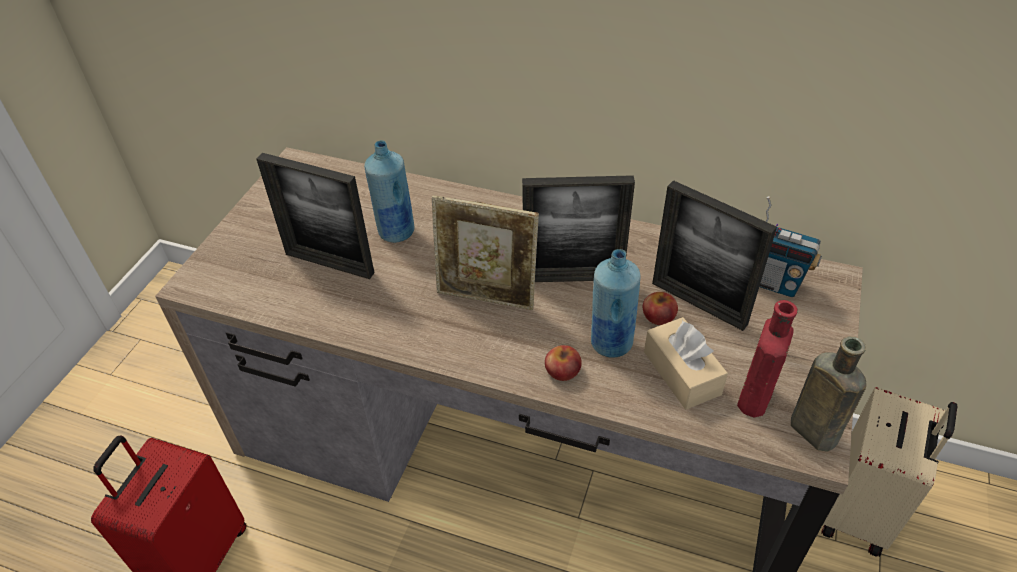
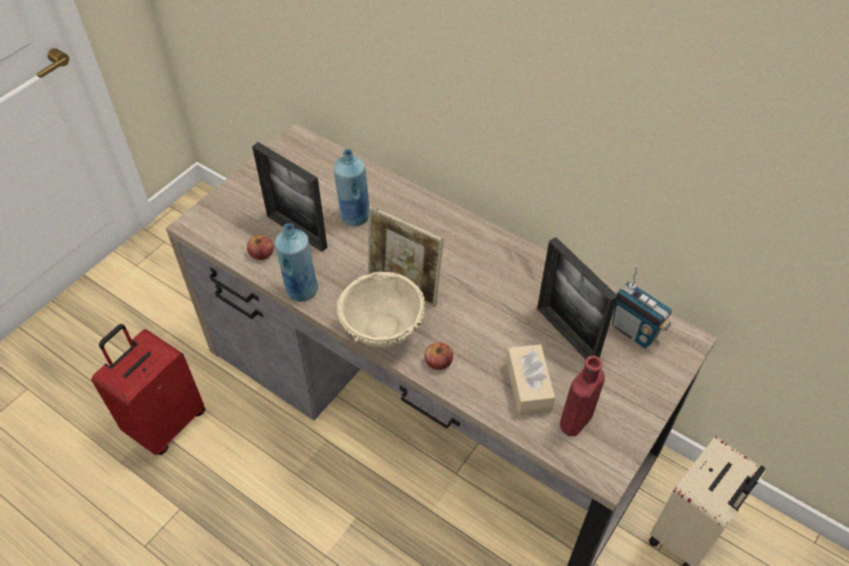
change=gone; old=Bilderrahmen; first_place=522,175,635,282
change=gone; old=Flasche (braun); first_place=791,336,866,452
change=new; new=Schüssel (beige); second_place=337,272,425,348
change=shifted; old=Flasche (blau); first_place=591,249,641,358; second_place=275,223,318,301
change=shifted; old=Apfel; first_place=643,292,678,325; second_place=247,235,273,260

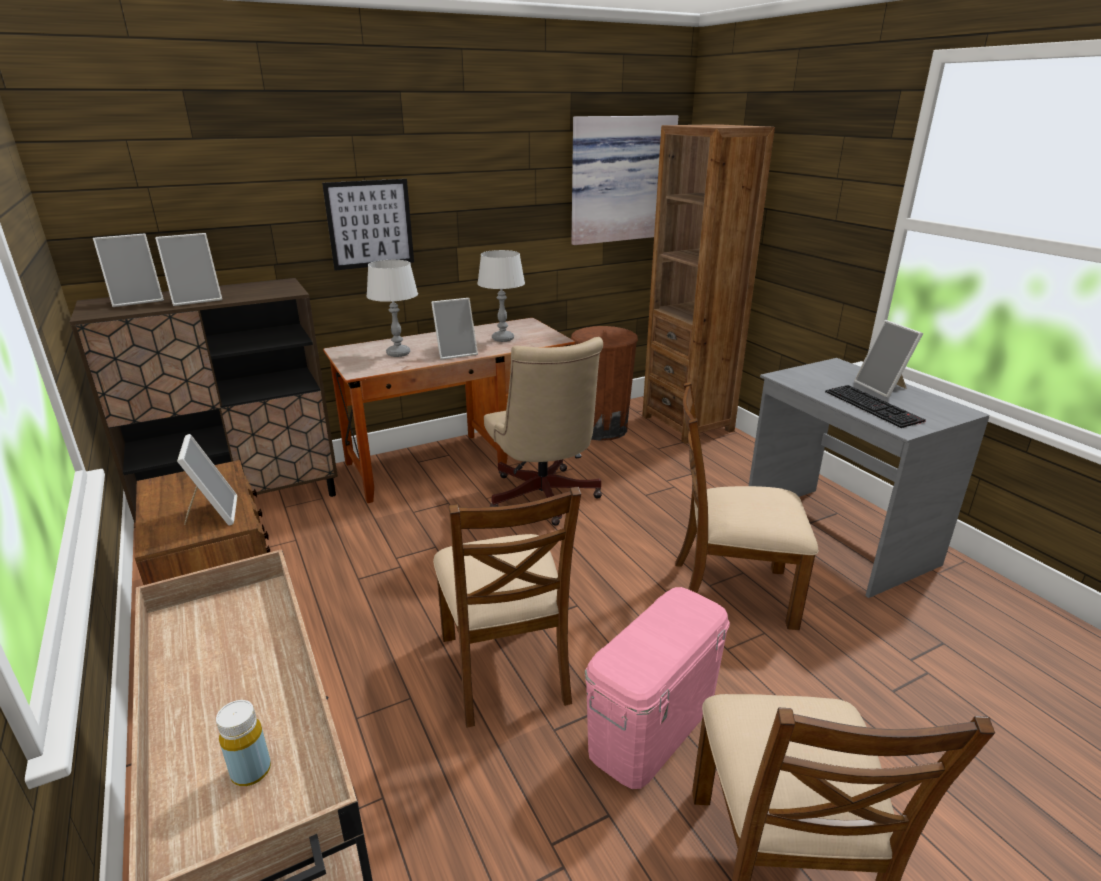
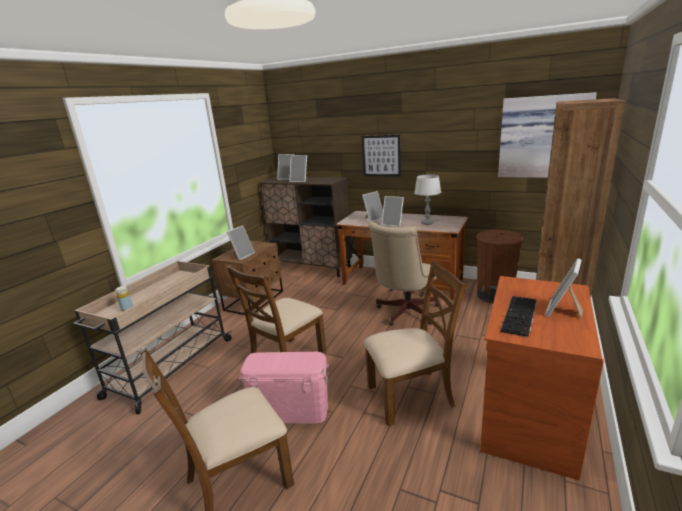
change=swapped; old=Tischlampe (grau); new=Bilderrahmen; first_place=366,260,418,357; second_place=362,191,383,222
change=repainted; old=Schreibtisch (grau); new=Schreibtisch (braun); first_place=749,358,989,598; second_place=480,276,604,481
change=rotated; old=Stuhl (braun); first_place=675,382,818,630; second_place=364,261,466,426; degrees=105

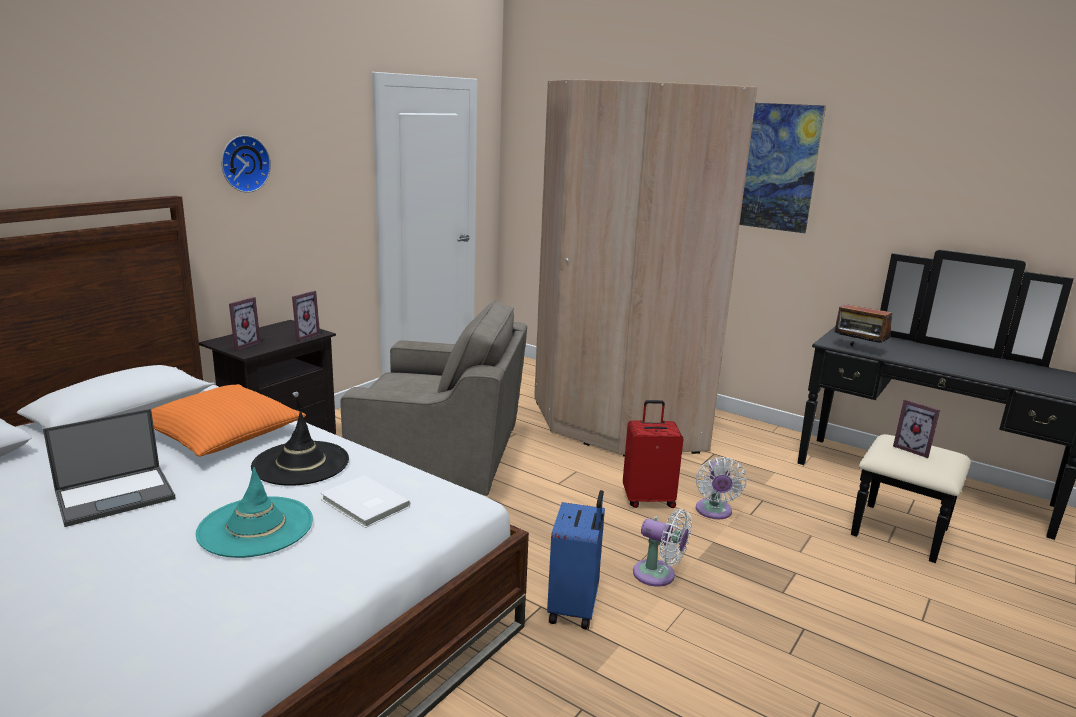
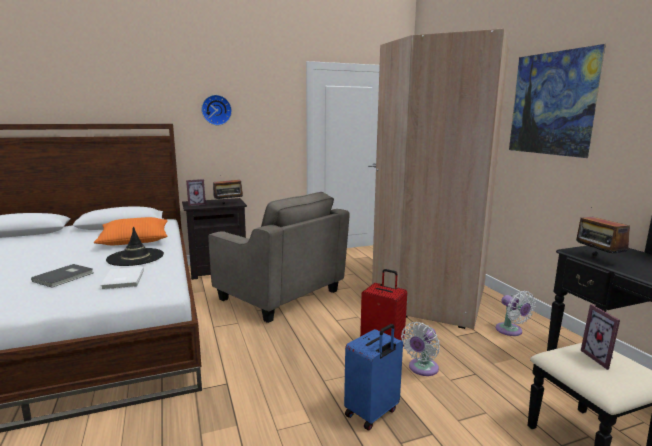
change=gone; old=Laptop; first_place=43,409,176,527
change=shifted; old=Koffer (blau); first_place=547,490,605,629; second_place=344,324,403,431
change=shifted; old=Ventilator (weiß); first_place=633,509,692,587; second_place=496,291,536,336
change=swapped; old=Hut (türkis); new=Buch (grau); first_place=196,467,313,558; second_place=31,264,93,287
change=swapped; old=Bilderrahmen; new=Radio; first_place=292,291,320,341; second_place=213,180,245,204

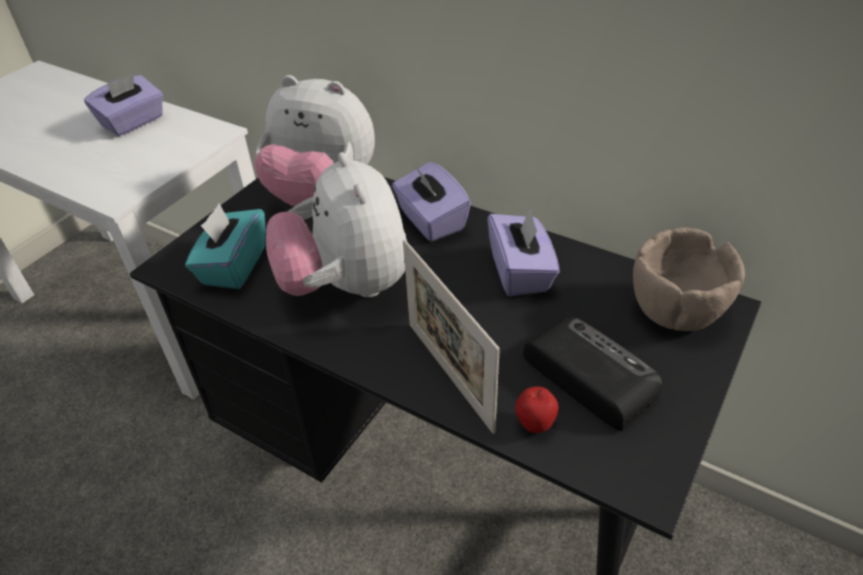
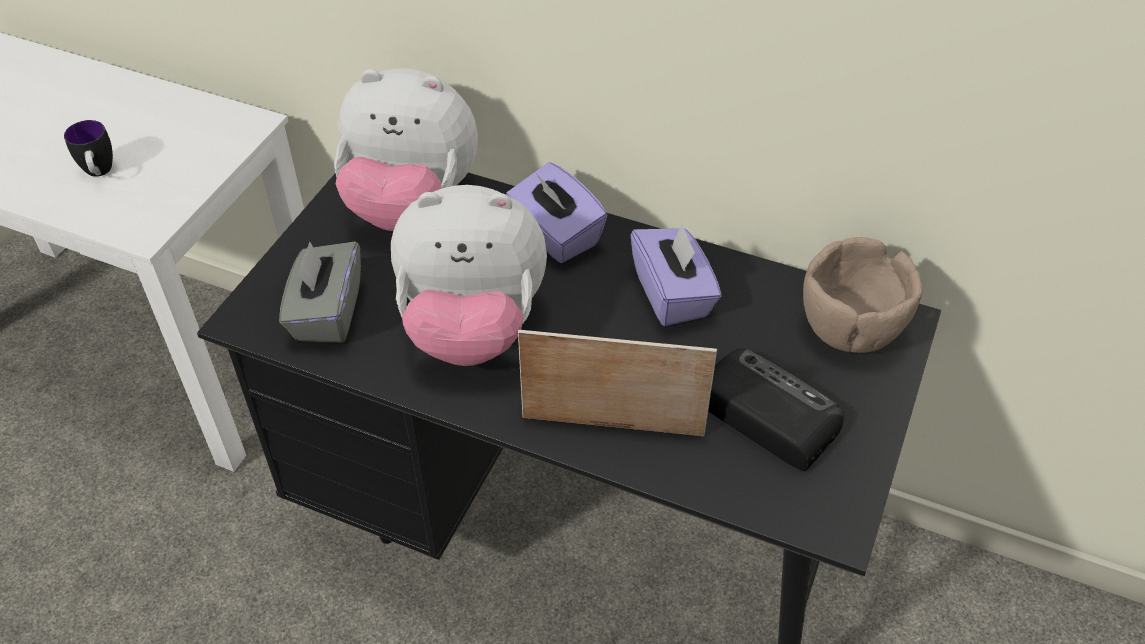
change=gone; old=Taschentuchbox (lila); first_place=84,74,163,136
change=gone; old=Apfel; first_place=515,387,559,433
change=new; new=Henkelbecher; second_place=64,120,113,177
change=repainted; old=Taschentuchbox (türkis); new=Taschentuchbox (grau); first_place=185,204,266,289; second_place=279,241,361,343
change=rotated; old=Plüschtier; first_place=266,152,407,298; second_place=391,185,547,366; degrees=-60
change=rotated; old=Bilderrahmen; first_place=403,240,500,434; second_place=518,330,717,436; degrees=135

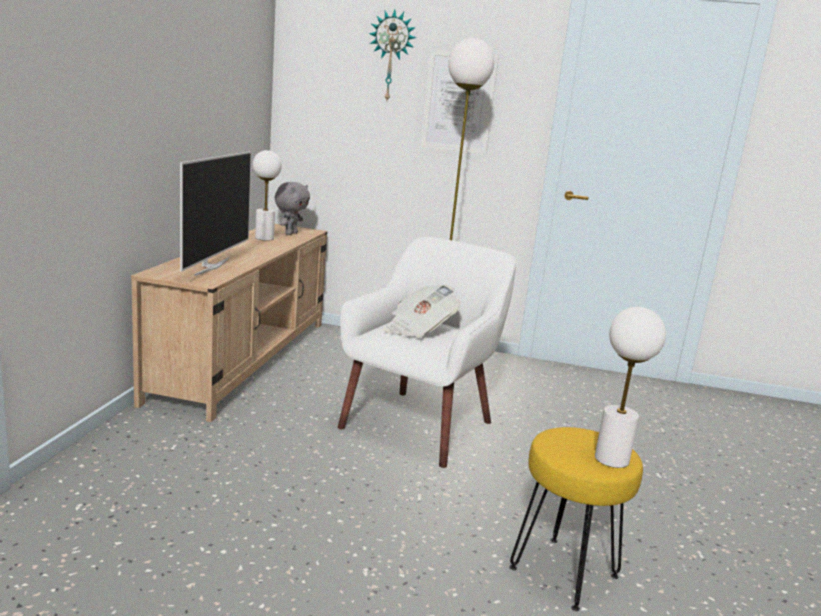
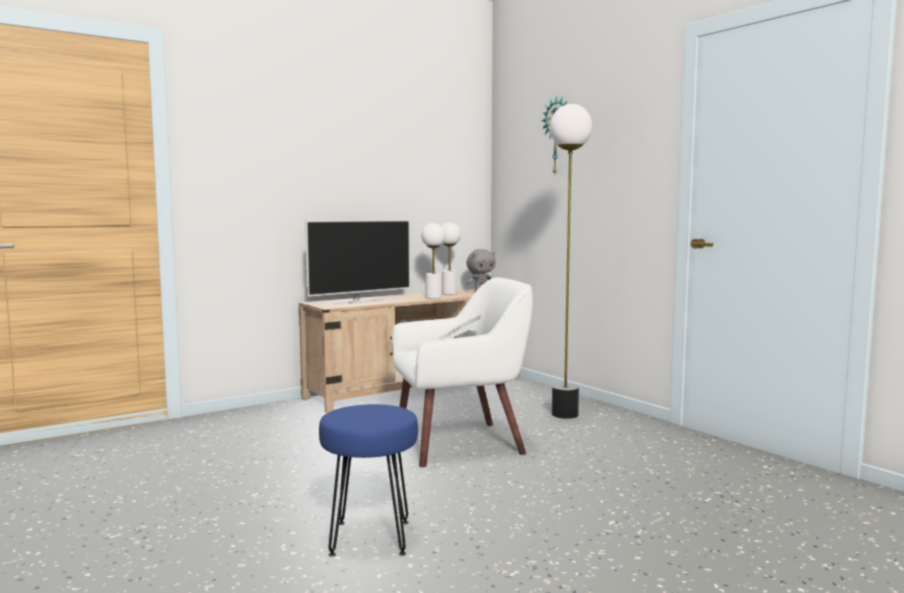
change=gone; old=Bild; first_place=421,49,499,154
change=shifted; old=Tischlampe (weiß); first_place=595,307,666,468; second_place=421,223,445,299
change=repainted; old=Hocker (gelb); new=Hocker (blau); first_place=509,427,643,611; second_place=319,404,418,557

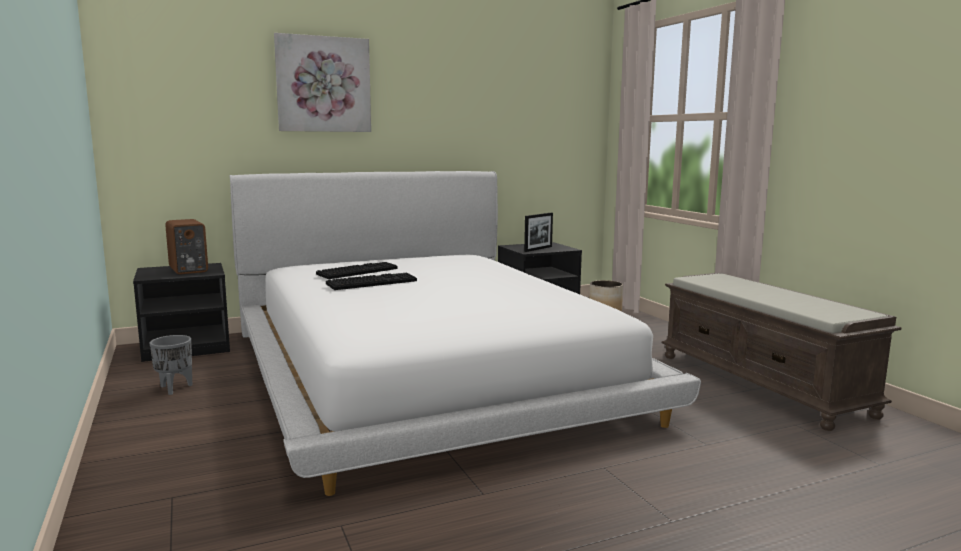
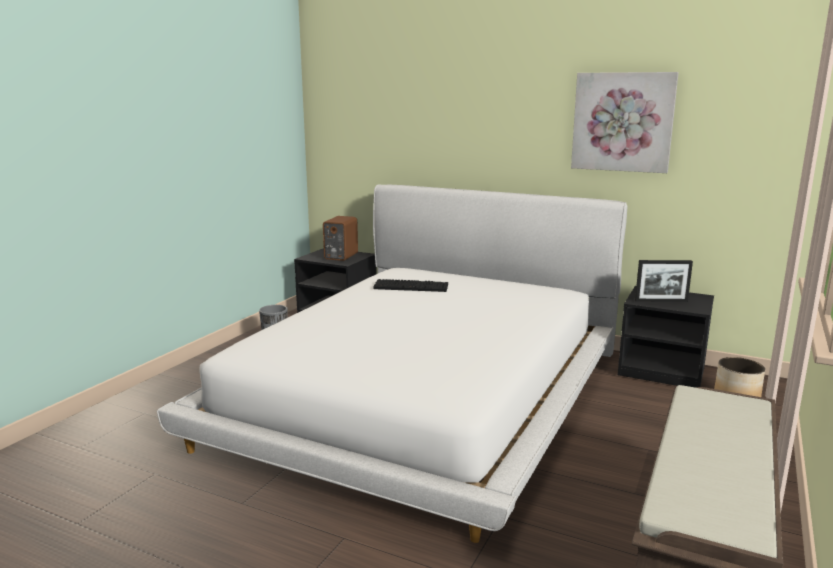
change=gone; old=Tastatur; first_place=326,273,417,290
change=shifted; old=Bild; first_place=274,33,371,132; second_place=571,72,679,173

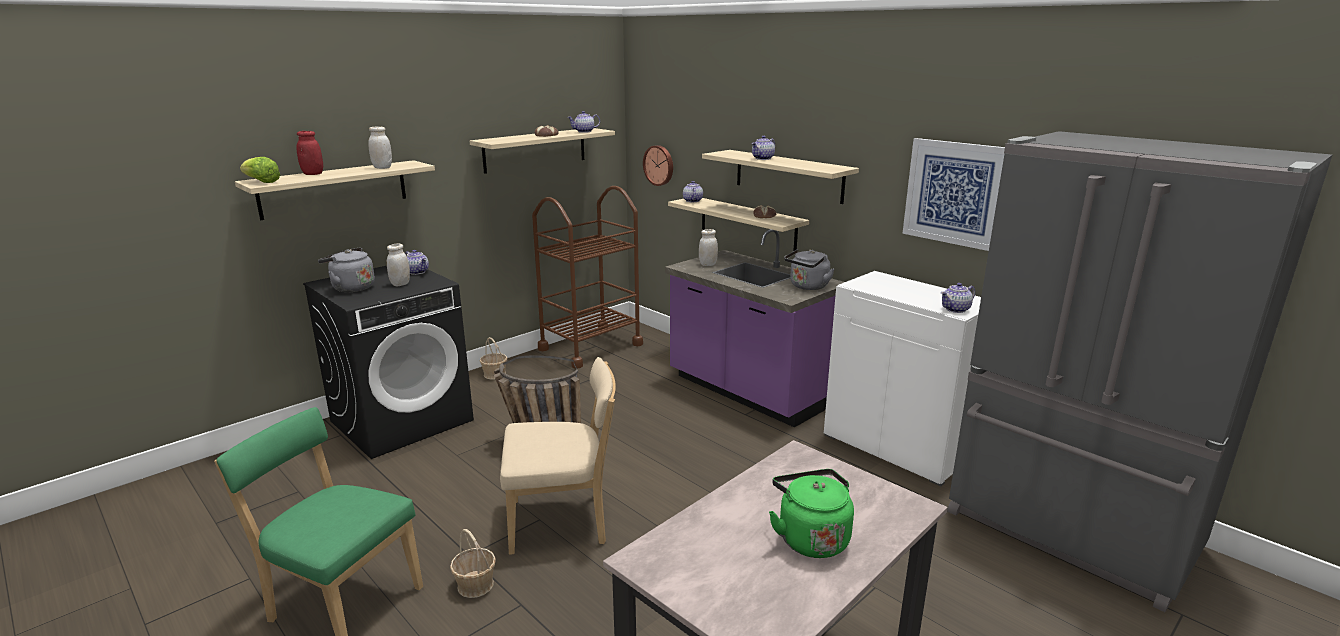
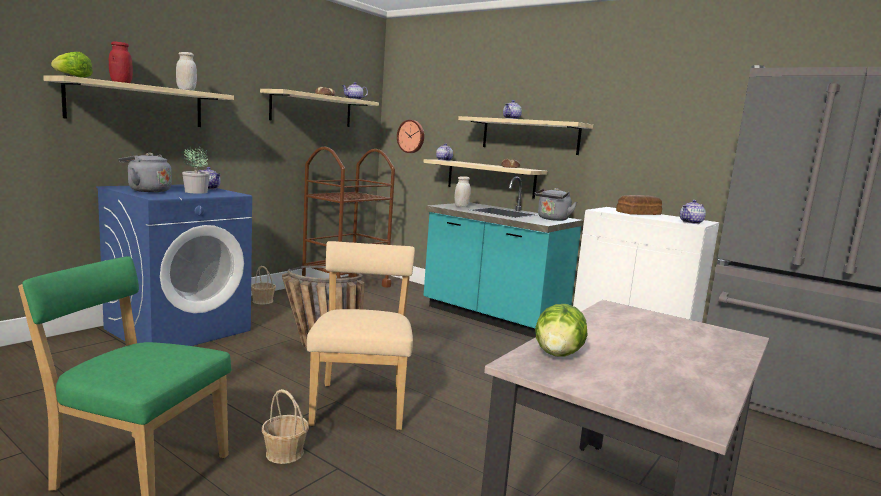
change=gone; old=Wasserkessel (grün); first_place=769,469,854,558
change=gone; old=Bild; first_place=902,138,1005,251
change=new; new=Salatkopf; second_place=535,304,588,356
change=new; new=Brot; second_place=616,195,662,215
change=swapped; old=Vorratsglas (weiß); new=Topfpflanze; first_place=387,243,410,287; second_place=182,146,210,194
change=repainted; old=Waschmaschine (schwarz); new=Waschmaschine (blau); first_place=303,266,474,459; second_place=96,184,252,346
change=repainted; old=Küchenzeile (lila); new=Küchenzeile (türkis); first_place=665,229,844,428; second_place=424,177,583,338
change=rotated; old=Stuhl (beige); first_place=500,357,616,555; second_place=307,241,415,430; degrees=-75

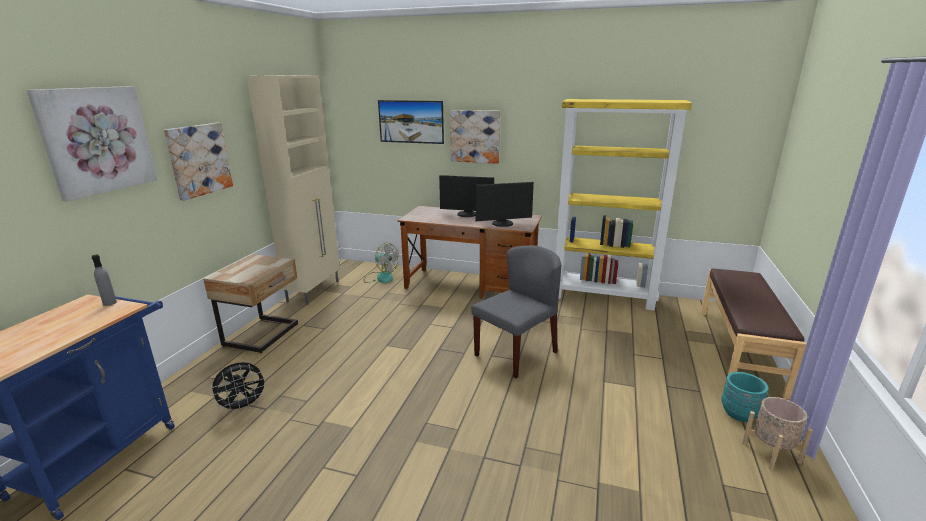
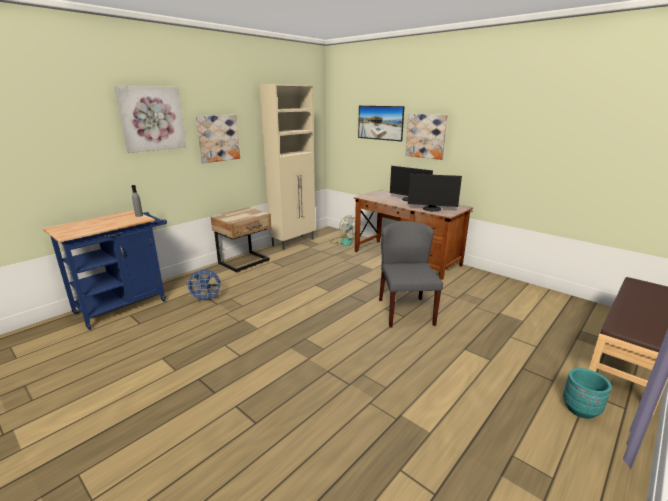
change=gone; old=Bücherregal (gelb); first_place=556,99,692,311
change=gone; old=Pflanzkübel (beige); first_place=742,397,813,470
change=repainted; old=Ventilator (schwarz); new=Ventilator (blau); first_place=210,362,268,413; second_place=185,270,222,302
change=rotated; old=Stuhl (grau); first_place=471,245,561,378; second_place=379,221,443,327; degrees=-75

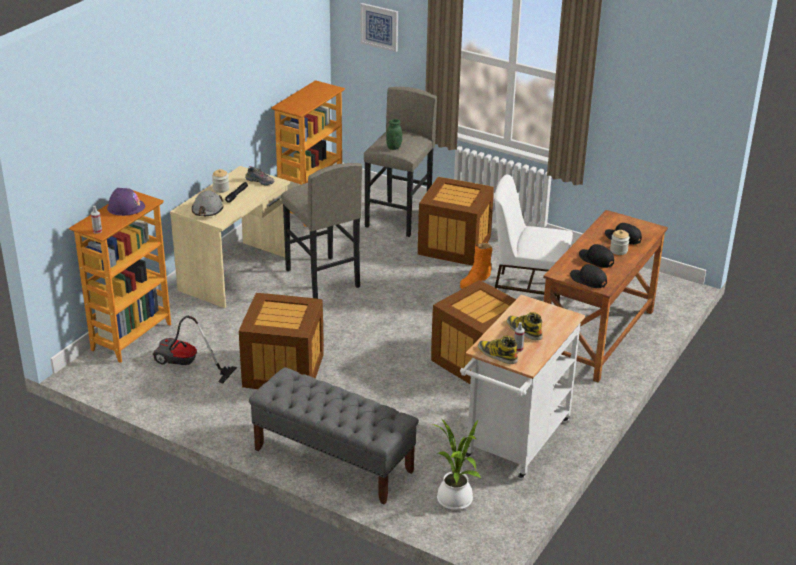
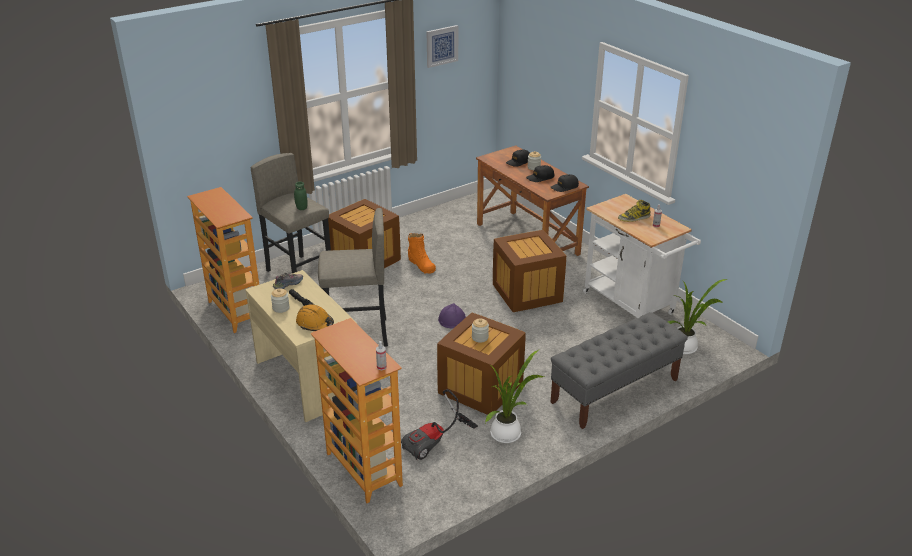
change=gone; old=Stiefel; first_place=478,336,518,364
change=gone; old=Stuhl (weiß); first_place=495,174,573,302
change=new; new=Vorratsglas; second_place=472,318,489,343
change=new; new=Topfpflanze; second_place=485,349,544,443
change=shifted; old=Schutzhelm (lila); first_place=107,188,145,216; second_place=438,303,466,328
change=shifted; old=Bild; first_place=361,3,398,52; second_place=427,25,458,68
change=repainted; old=Schutzhelm (grau); new=Schutzhelm (orange); first_place=192,190,223,216; second_place=296,304,334,331

